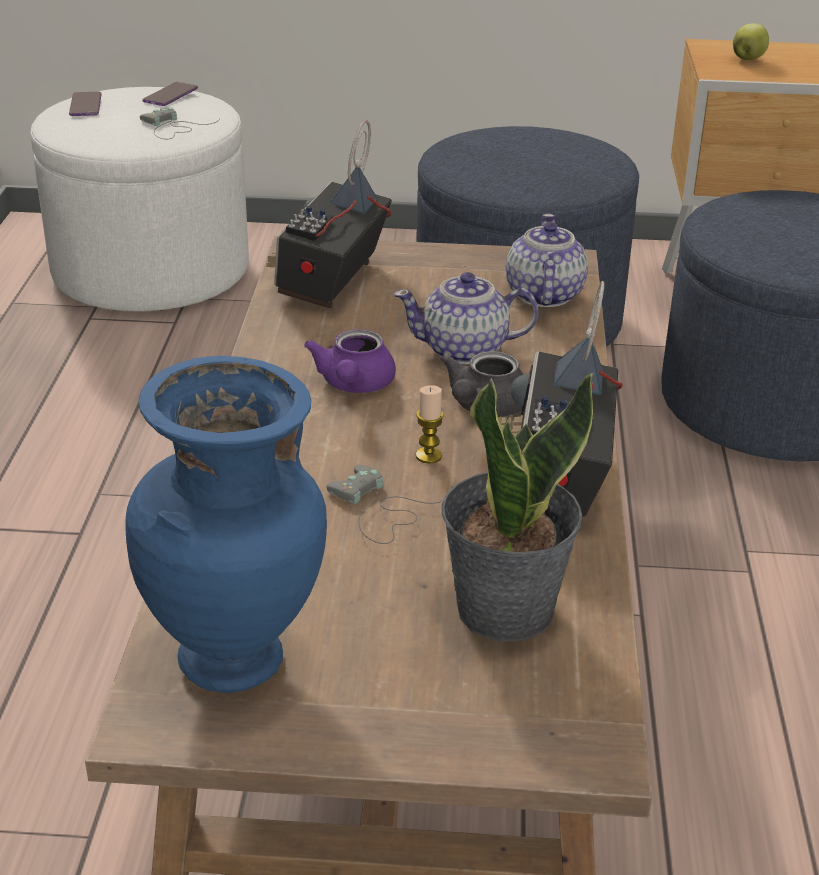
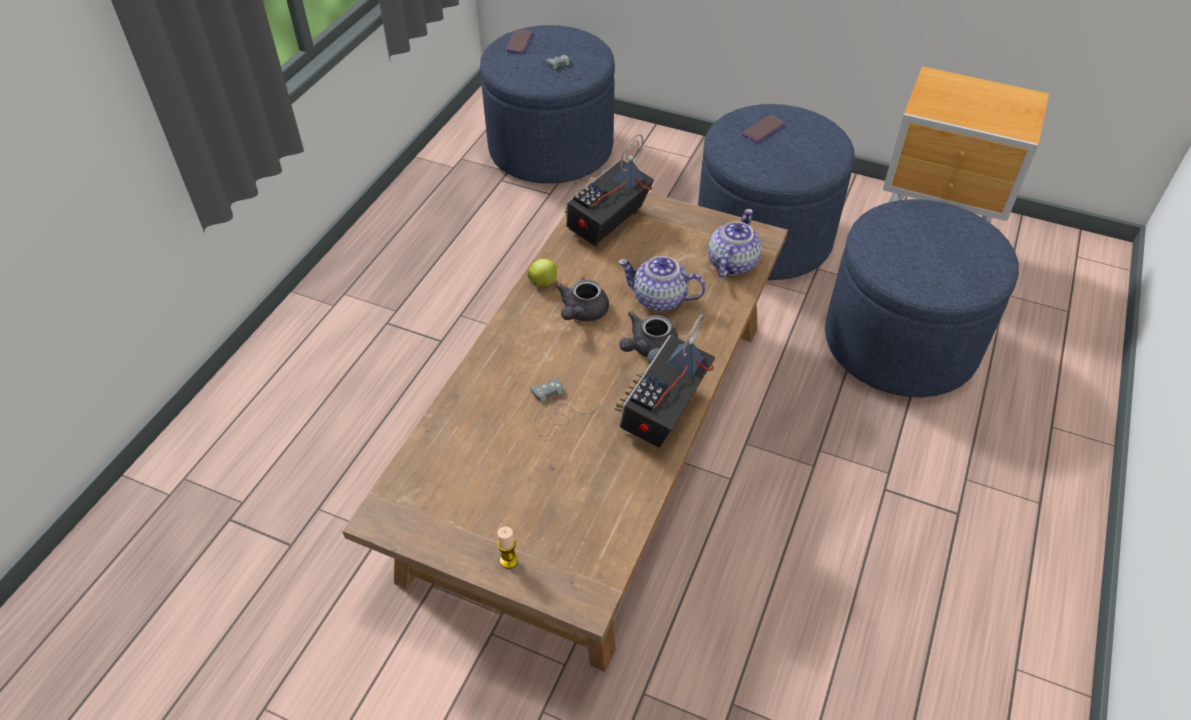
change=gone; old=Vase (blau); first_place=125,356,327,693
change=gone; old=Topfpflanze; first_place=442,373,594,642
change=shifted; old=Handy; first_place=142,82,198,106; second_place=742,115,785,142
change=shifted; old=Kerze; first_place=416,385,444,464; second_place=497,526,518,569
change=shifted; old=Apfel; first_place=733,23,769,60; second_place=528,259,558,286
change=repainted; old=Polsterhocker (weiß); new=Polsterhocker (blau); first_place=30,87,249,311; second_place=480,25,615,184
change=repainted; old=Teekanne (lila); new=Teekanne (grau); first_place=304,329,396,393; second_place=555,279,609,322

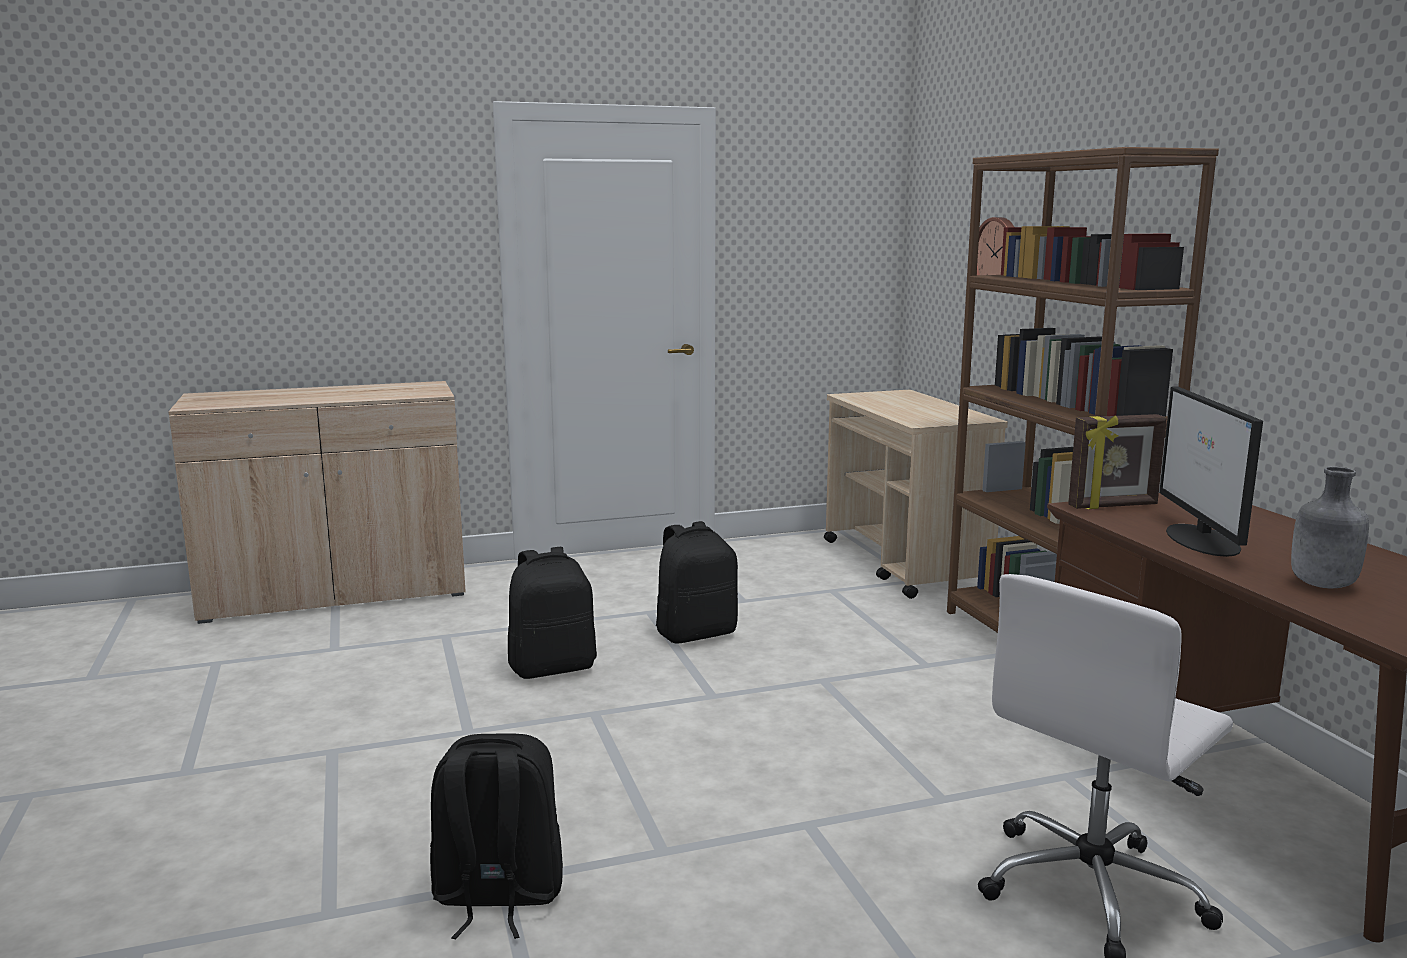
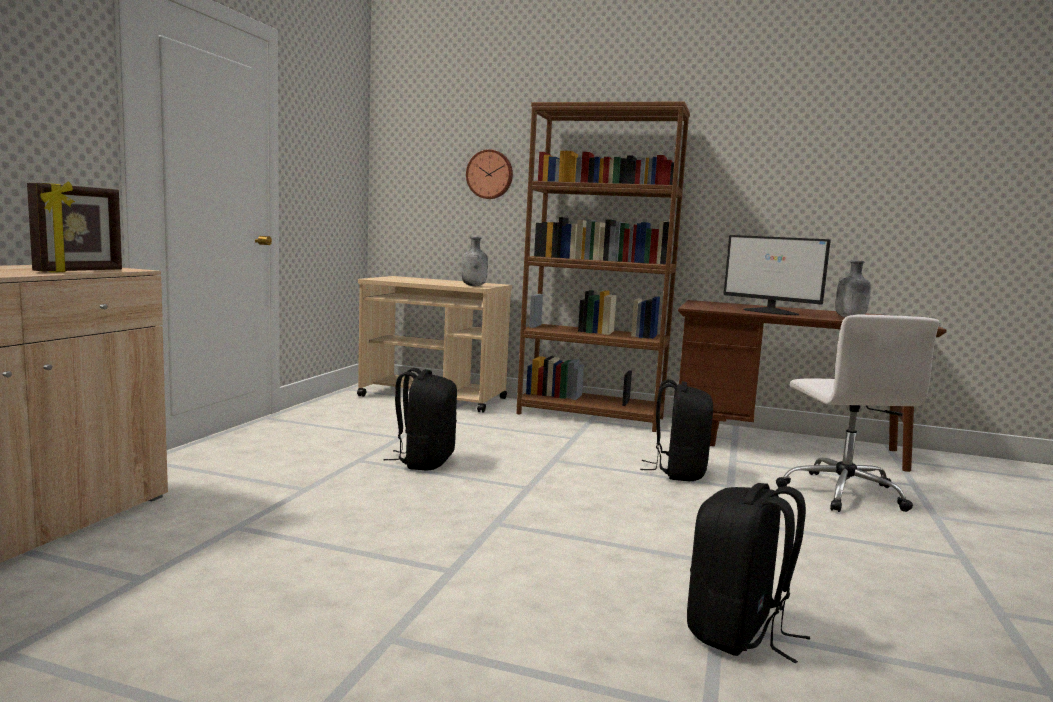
change=new; new=Flasche (grau); second_place=462,237,488,286
change=shifted; old=Rucksack (schwarz); first_place=508,546,597,679; second_place=640,379,713,482
change=shifted; old=Bilderrahmen; first_place=1068,414,1167,509; second_place=27,181,122,273

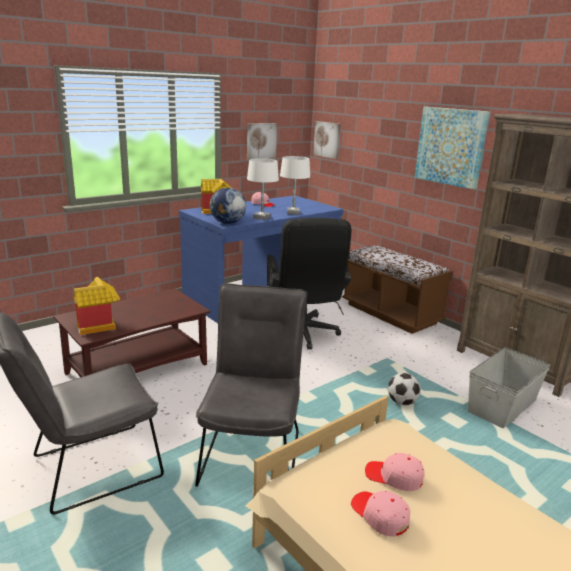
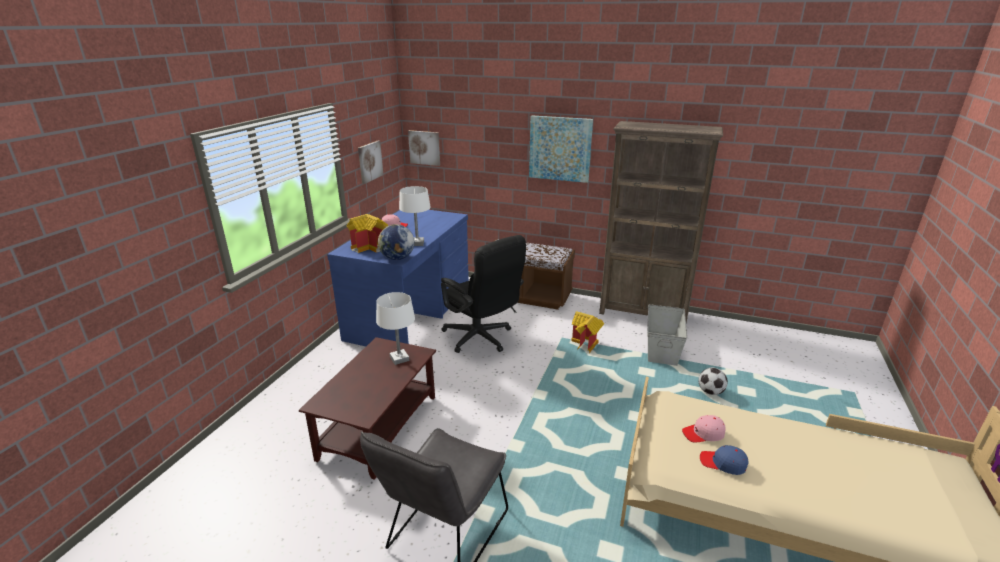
change=gone; old=Stuhl (grau); first_place=195,283,307,487
change=shifted; old=Spielzeughaus; first_place=74,277,120,335; second_place=571,311,605,353
change=shifted; old=Tischlampe (weiß); first_place=280,156,310,215; second_place=376,292,415,365
change=shifted; old=Fußball; first_place=388,373,421,405; second_place=699,367,728,395
change=repainted; old=Kappe (rosa); new=Kappe (blau); first_place=351,491,410,537; second_place=700,445,748,475

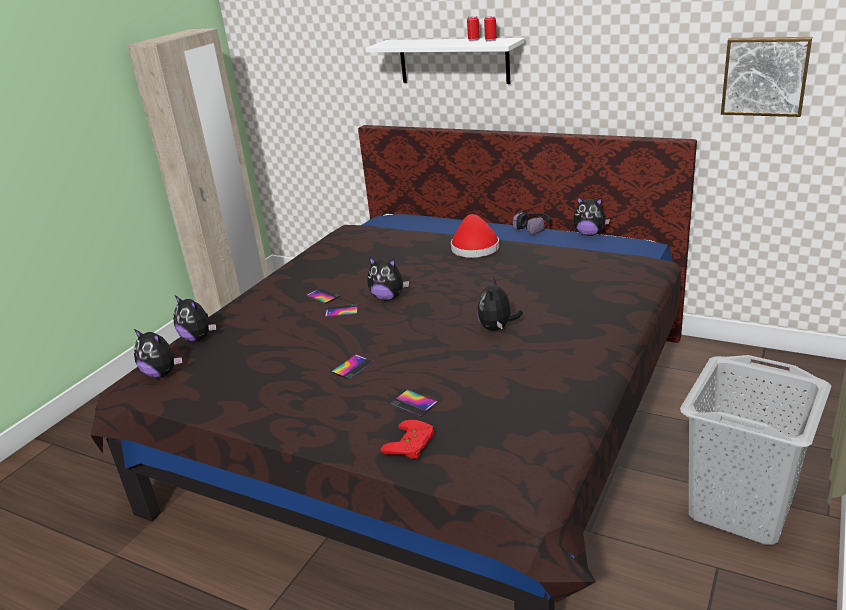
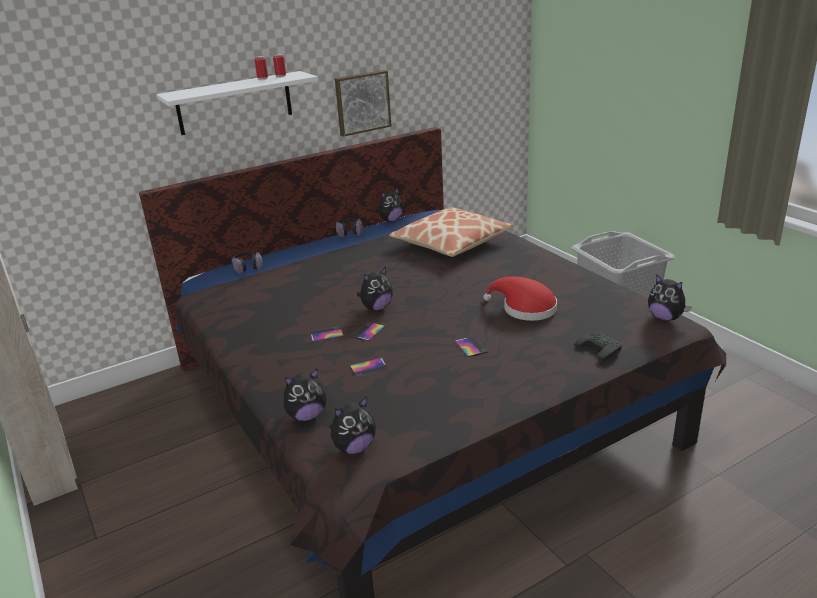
change=new; new=Kopfhörer; second_place=231,252,263,275
change=new; new=Kissen; second_place=389,207,514,257
change=shifted; old=Handy; first_place=390,390,438,417; second_place=350,358,389,378
change=shifted; old=Hut (rot); first_place=451,214,499,258; second_place=483,277,557,321
change=shifted; old=Plüschtier; first_place=477,276,523,331; second_place=648,274,692,321
change=shifted; old=Bild; first_place=721,37,812,117; second_place=335,70,391,137
change=repainted; old=Gamepad (rot); new=Gamepad (schwarz); first_place=381,420,434,459; second_place=575,331,622,361

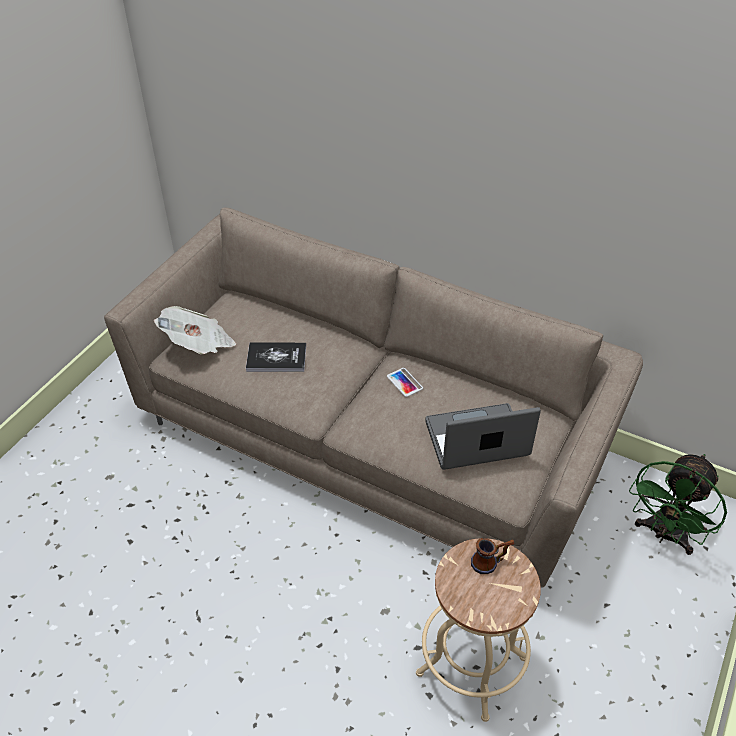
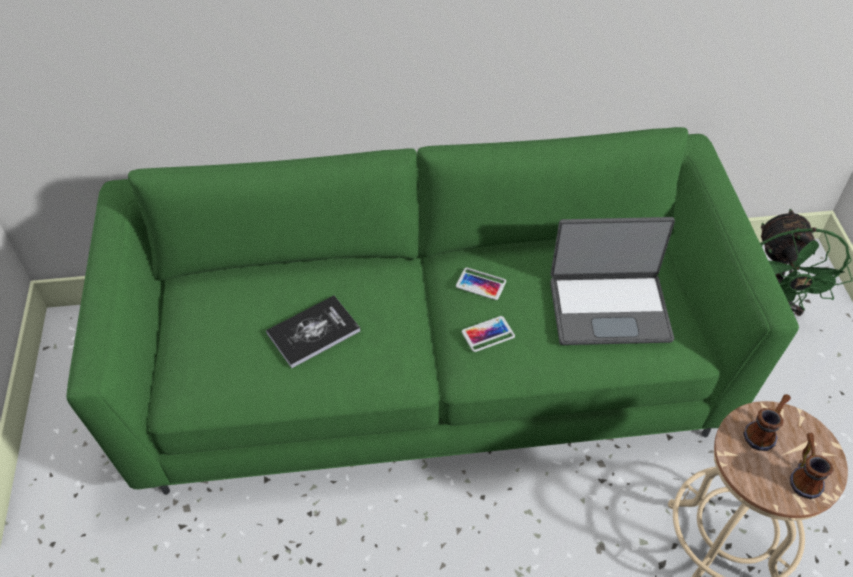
change=gone; old=Zeitung; first_place=154,306,236,354
change=new; new=Handy; second_place=462,316,515,352
change=new; new=Henkelbecher; second_place=790,433,833,499
change=repainted; old=Sofa (beige); new=Sofa (grün); first_place=104,207,643,588; second_place=66,127,799,495
change=rotated; old=Laptop; first_place=425,403,541,470; second_place=550,217,675,345; degrees=-135

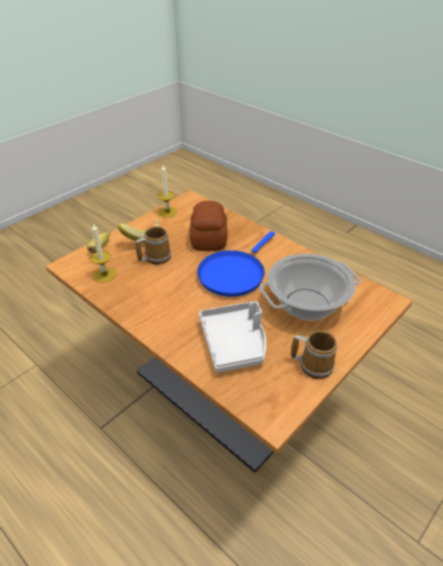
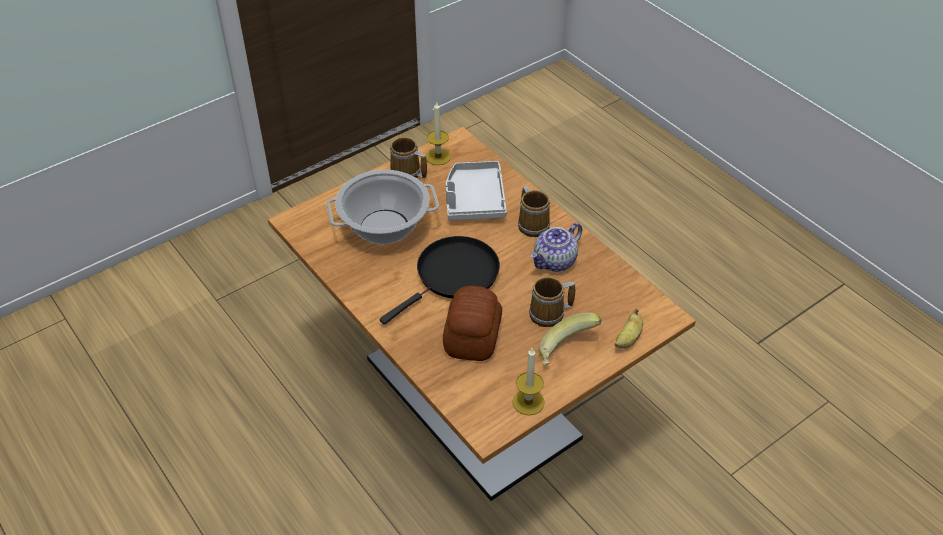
change=new; new=Henkelbecher; second_place=518,185,550,237
change=new; new=Teekanne; second_place=530,223,582,272
change=shifted; old=Kerze; first_place=90,224,116,282; second_place=426,101,451,165
change=repainted; old=Pfanne (blau); new=Pfanne (schwarz); first_place=197,231,275,297; second_place=380,236,500,325

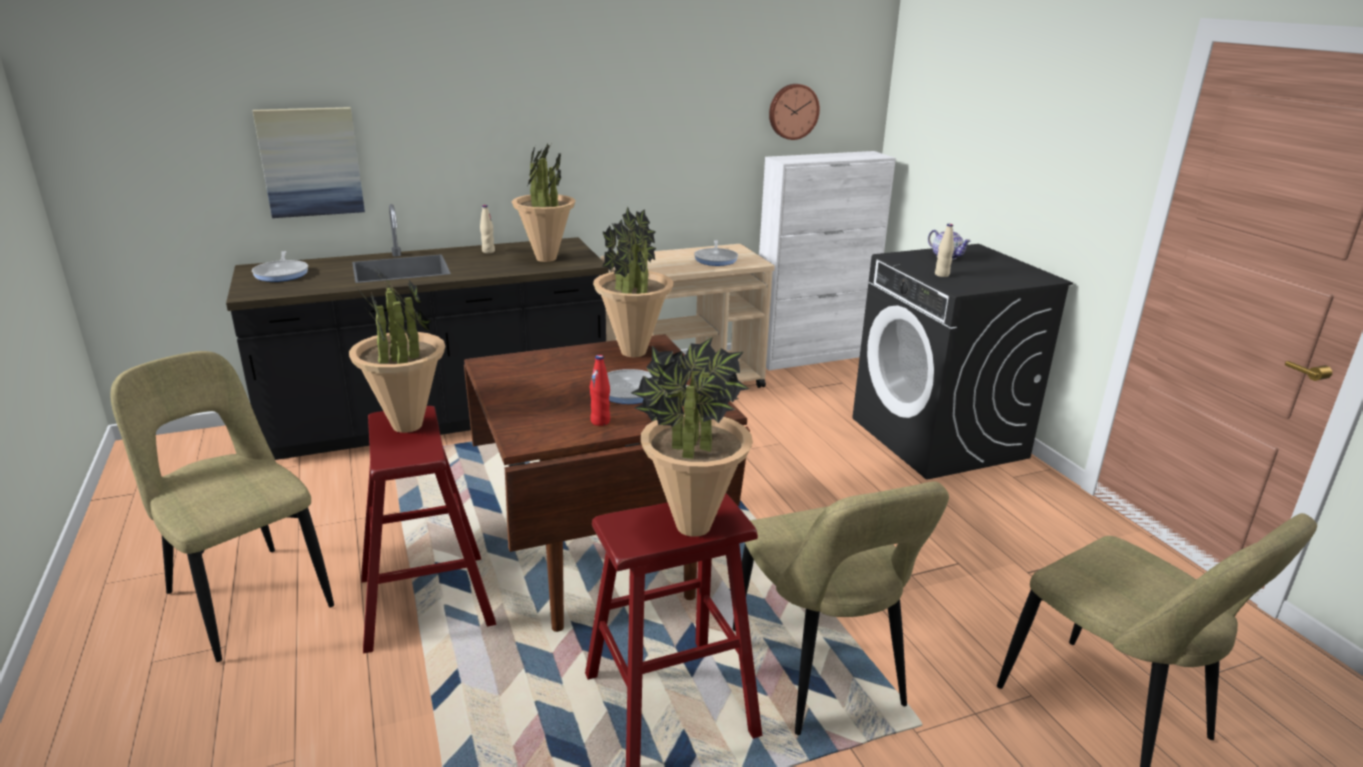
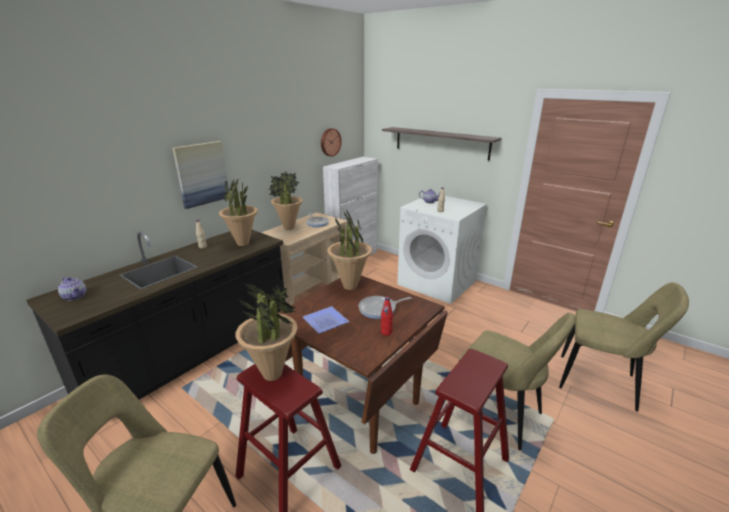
change=new; new=Teller; second_place=303,306,349,334
change=new; new=Wandregal; second_place=382,127,501,160
change=shifted; old=Bild; first_place=253,107,365,218; second_place=172,141,229,209
change=shifted; old=Topfpflanze; first_place=631,337,753,537; second_place=268,171,303,230
change=swapped; old=Pfanne; new=Teekanne; first_place=252,251,308,282; second_place=58,277,87,301
change=repainted; old=Waschmaschine (schwarz); new=Waschmaschine (weiß); first_place=852,244,1073,480; second_place=397,194,487,304

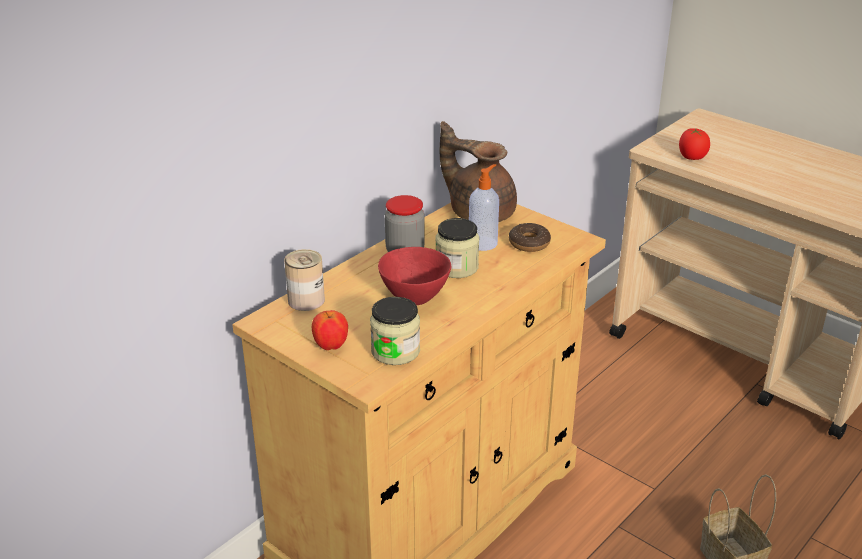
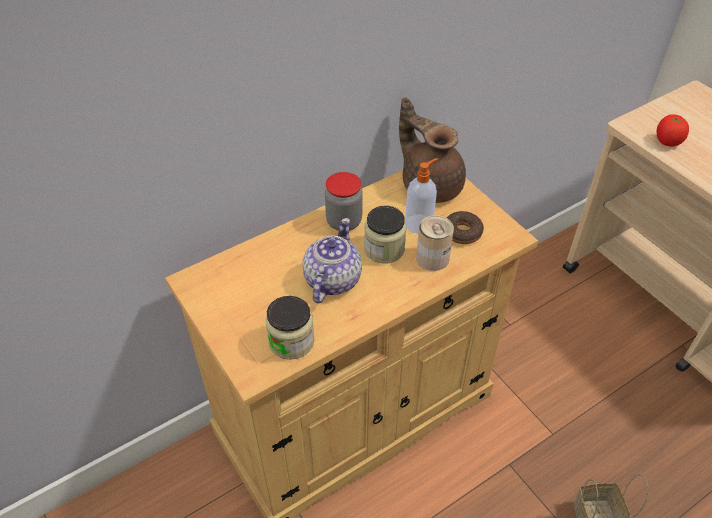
change=gone; old=Apfel; first_place=312,310,348,350
change=shifted; old=Dose; first_place=284,249,325,311; second_place=416,215,454,271
change=swapped; old=Schüssel (rot); new=Teekanne; first_place=378,247,451,305; second_place=302,218,362,303

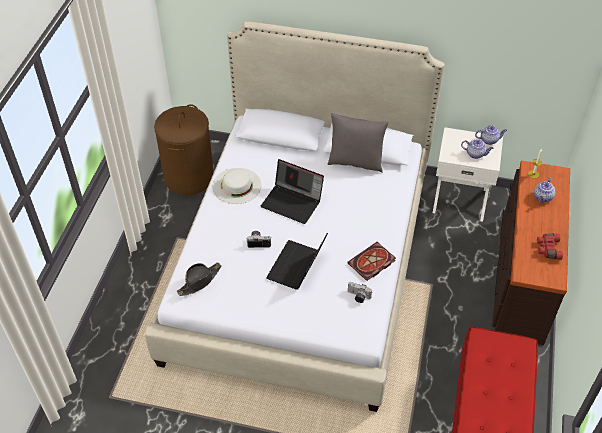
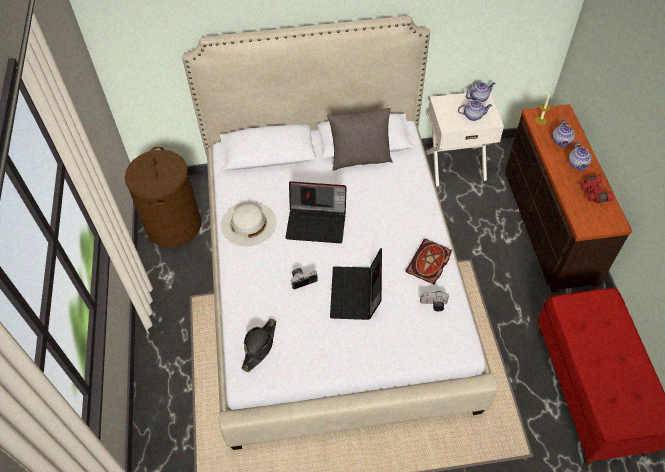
change=new; new=Teekanne; second_place=568,142,592,171

